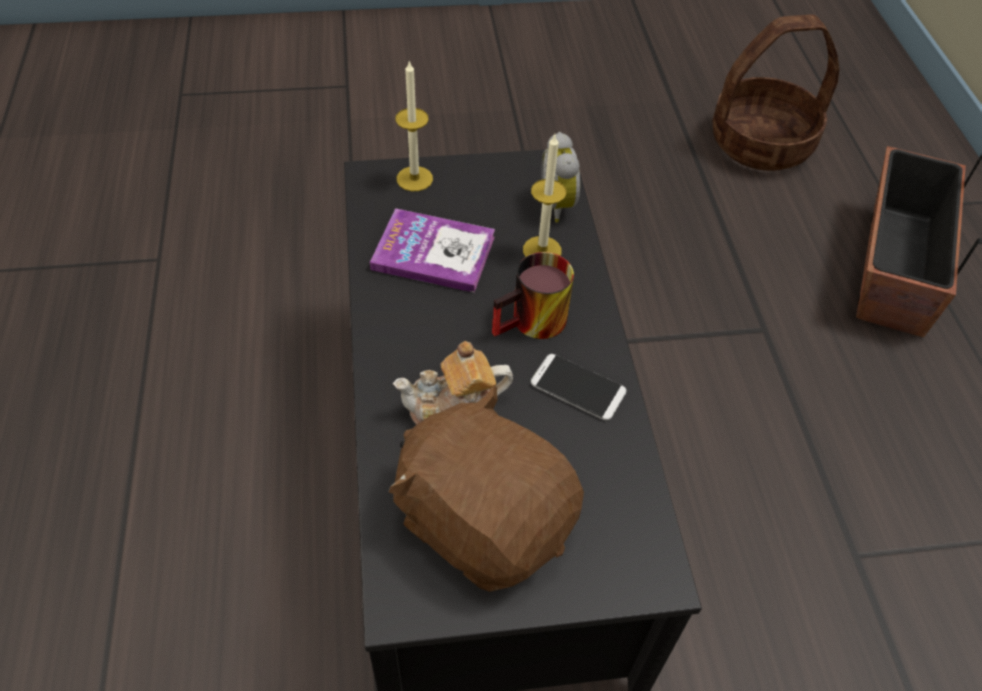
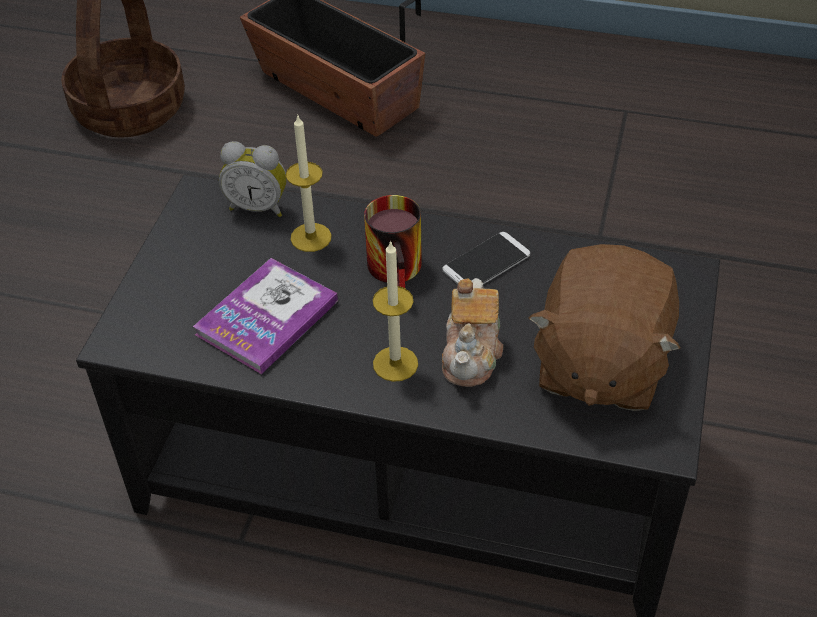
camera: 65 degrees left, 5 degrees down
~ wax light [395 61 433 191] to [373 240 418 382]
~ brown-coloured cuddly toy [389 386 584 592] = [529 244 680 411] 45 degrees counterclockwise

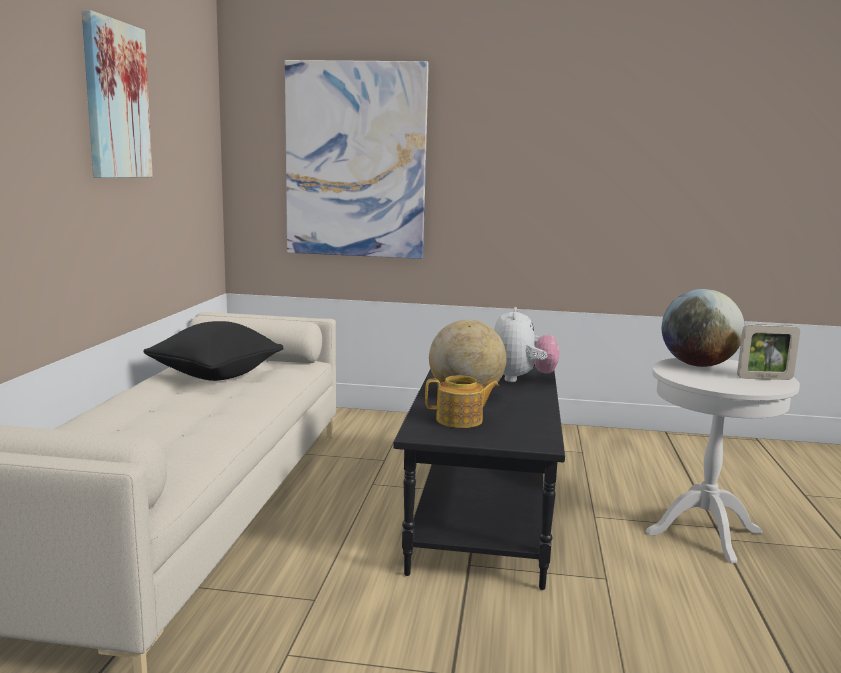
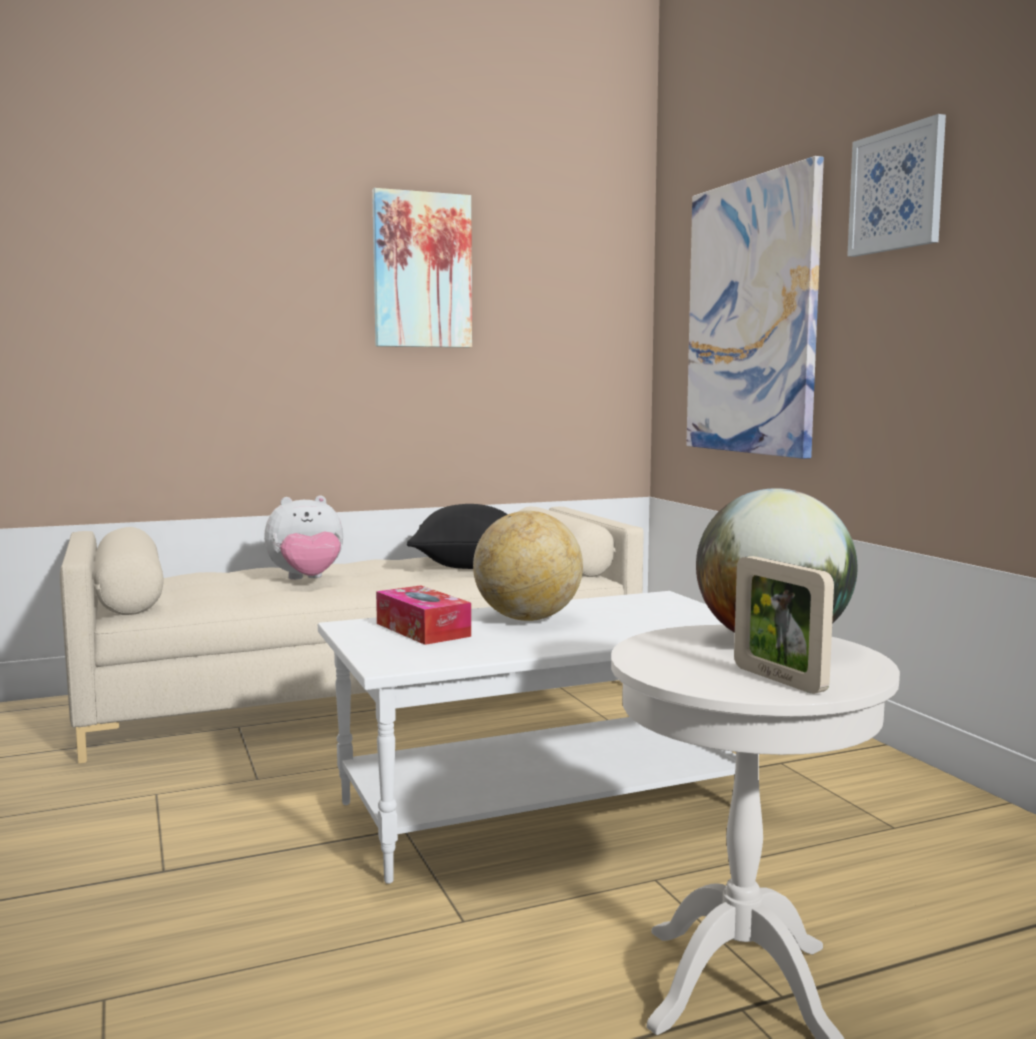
camera: 60 degrees right, 5 degrees down
+ wall art [847 114 946 257]
~ cuddly toy [494 307 560 382] to [264 495 343 580]
~ pot for tea [425 375 499 428] to tissue box [376 585 471 645]
~ black coffee table [393 365 565 590] to white coffee table [318 591 736 884]

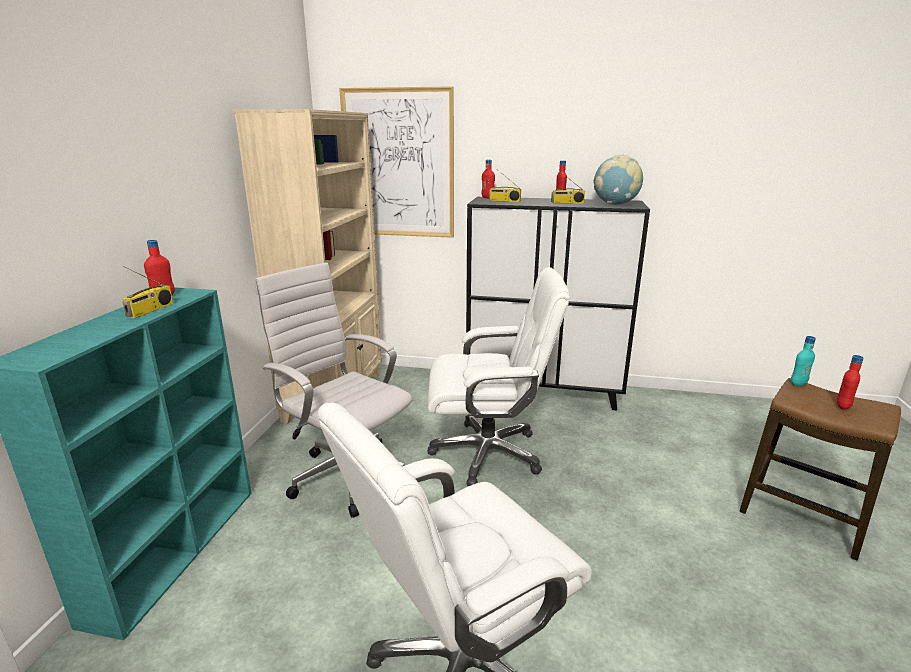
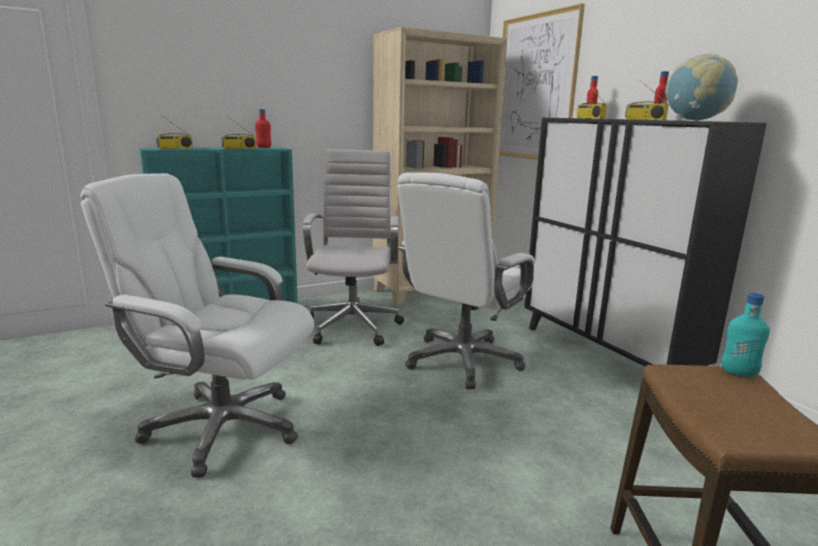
camera: 50 degrees right, 5 degrees down
- red-coloured bottle [837 355 864 410]
+ radio receiver [156 115 193 149]
~ white computer chair [428 267 570 486] = [398 172 535 389] 75 degrees clockwise

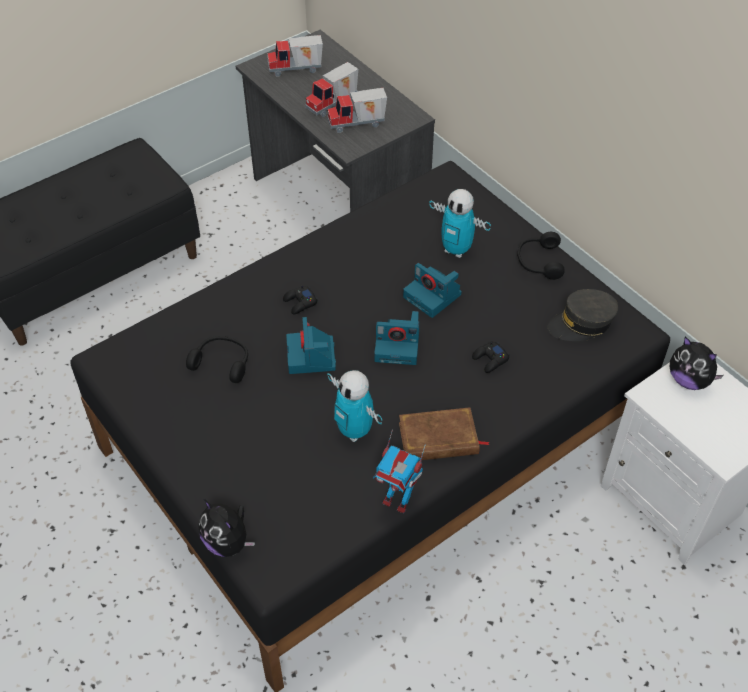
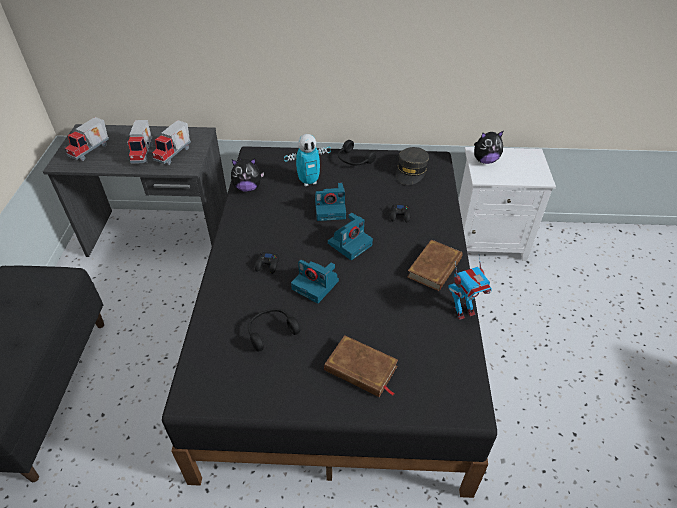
camera: 50 degrees left, 5 degrees down
- robot figure [327 370 382 442]
+ brown-coloured book [324 335 398 397]
~ cuddly toy [198 499 255 557] to [231 158 264 192]

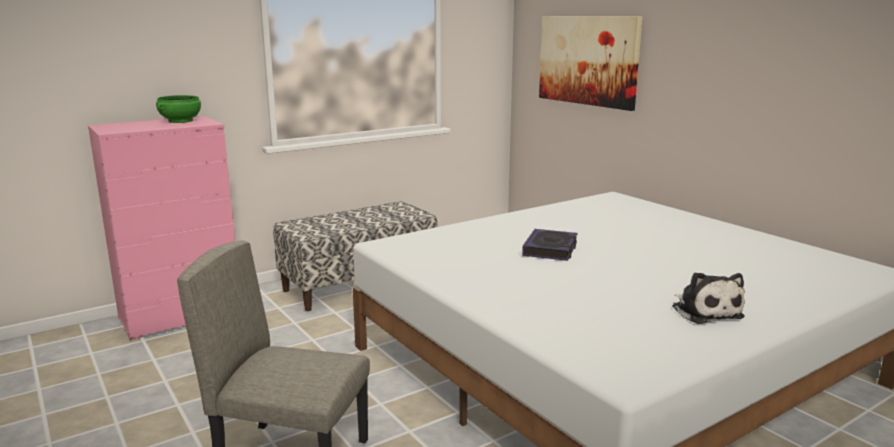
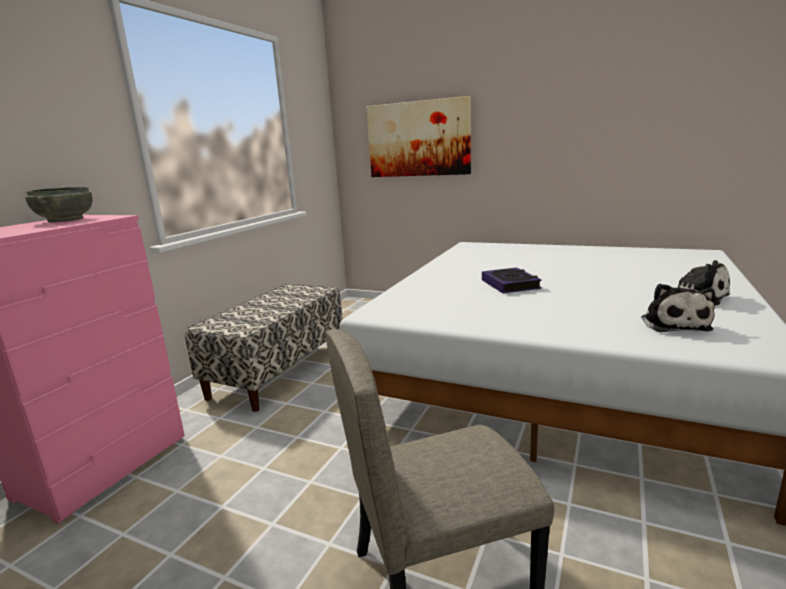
camera: 30 degrees left, 0 degrees up
+ cuddly toy [641 283 716 332]
~ green deep dish [156 95 201 123] to grey deep dish [25 187 93 223]

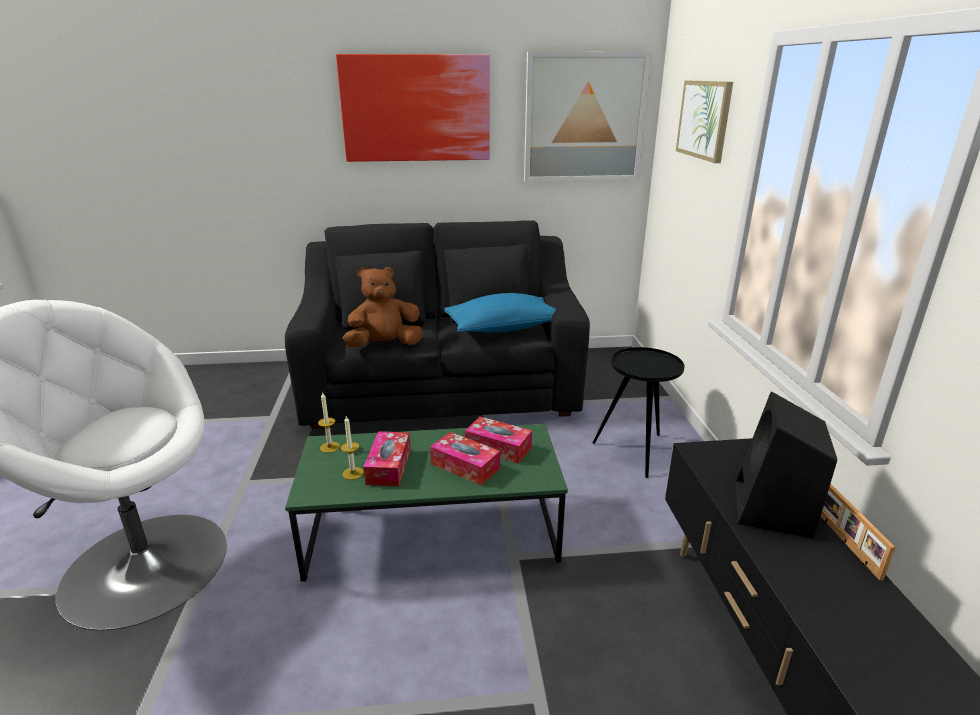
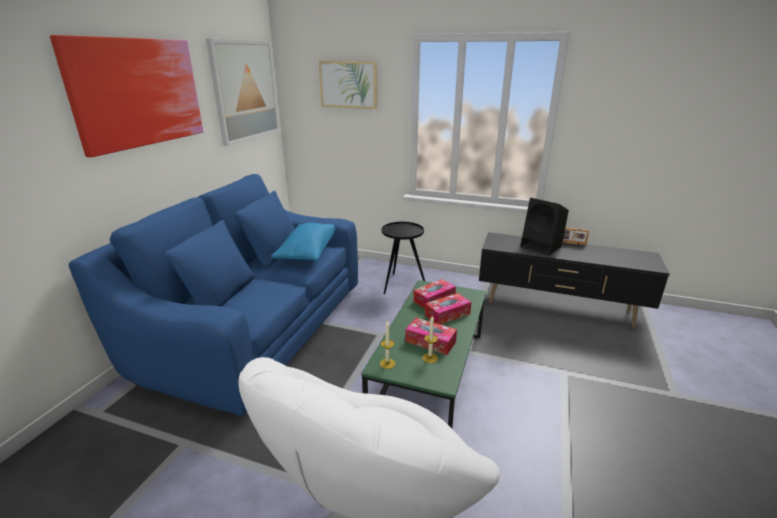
camera: 65 degrees left, 0 degrees up
- brown-coloured cuddly toy [343 267 423 347]
~ black couch [285 220 590 429] to blue couch [69 174 358 417]

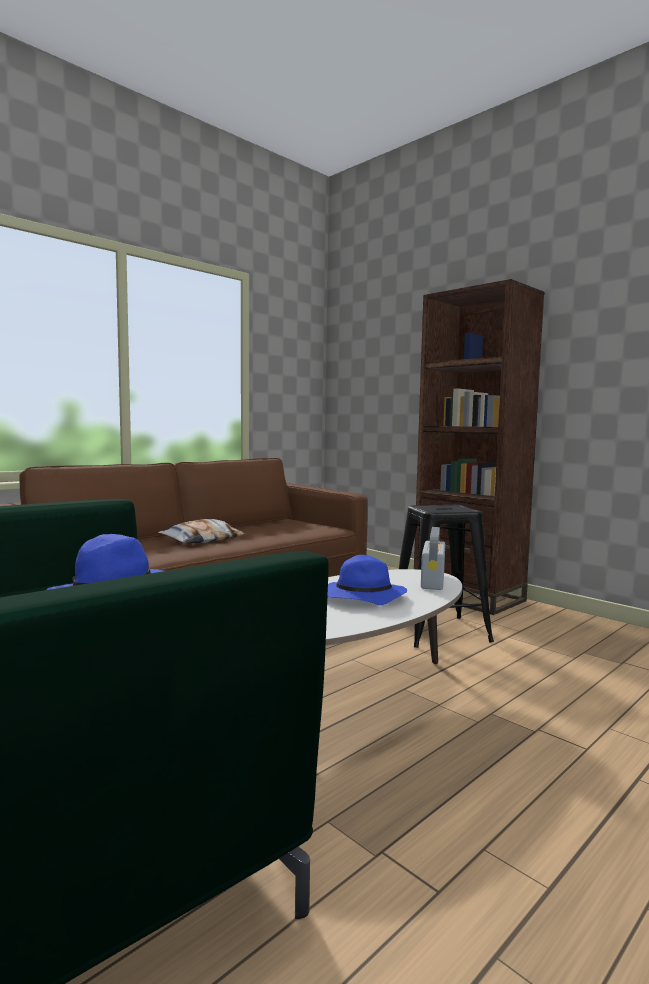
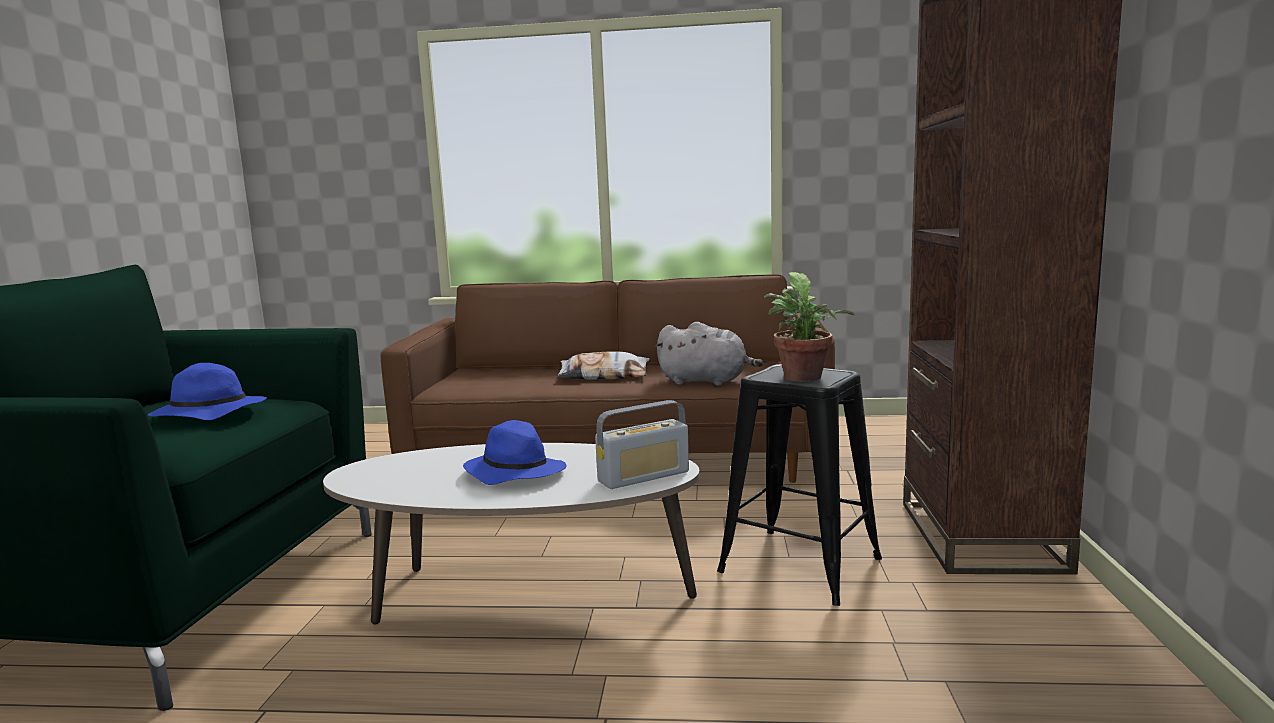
camera: 50 degrees right, 5 degrees up
+ grey cuddly toy [655 322 763 386]
+ houseplant [764 272 855 381]

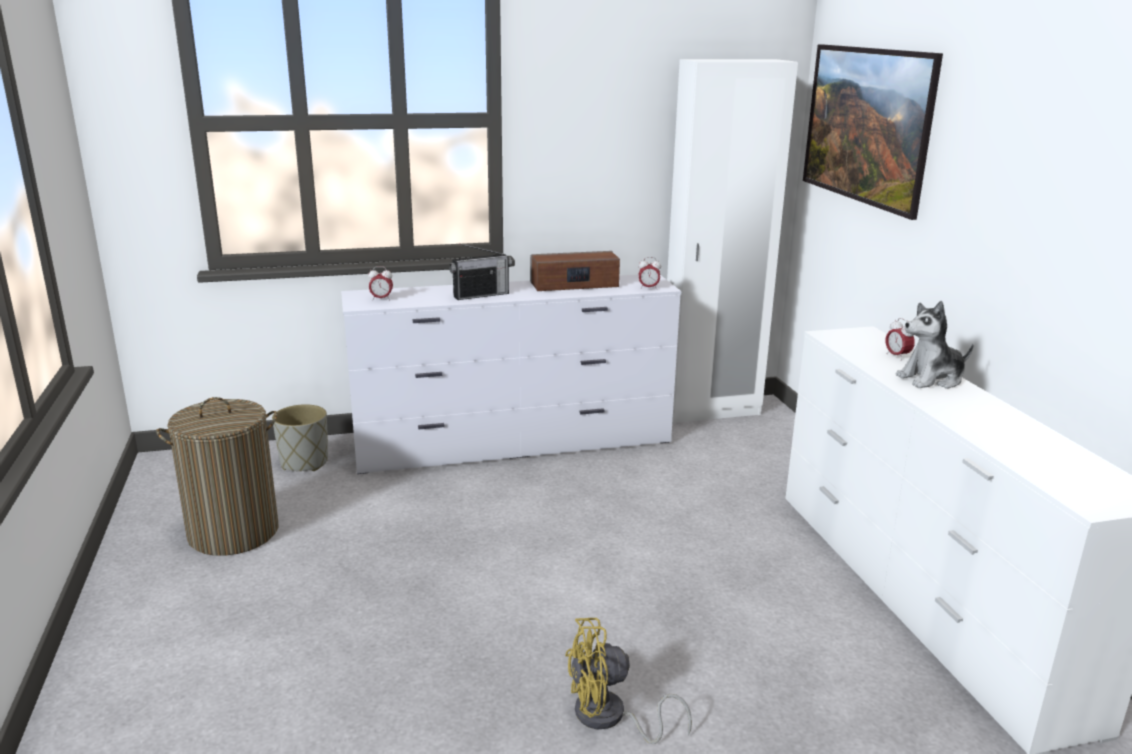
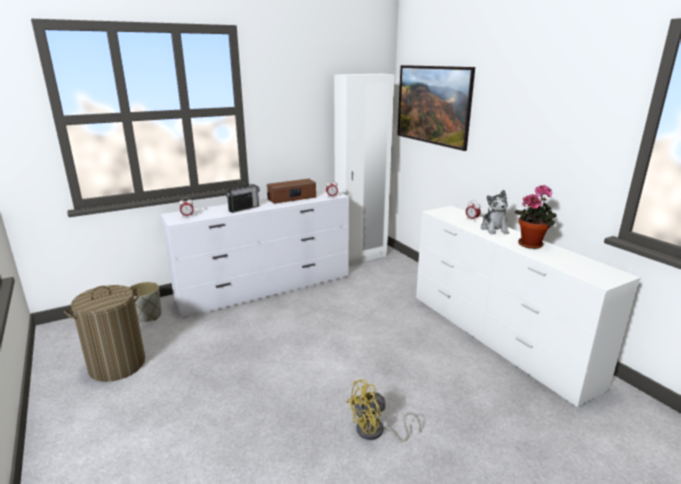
camera: 15 degrees left, 0 degrees up
+ houseplant [515 185 557 249]
~ cuddly toy [896 301 974 389] = [481 190 509 234] 60 degrees counterclockwise

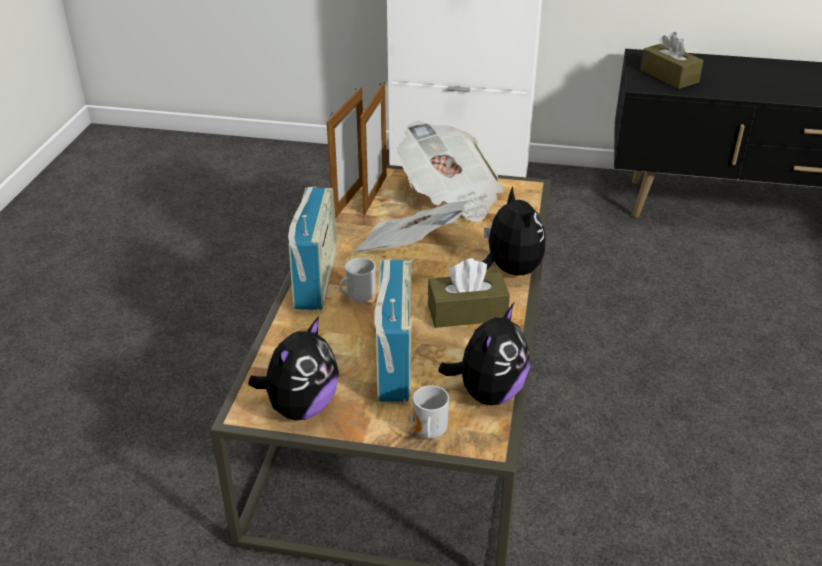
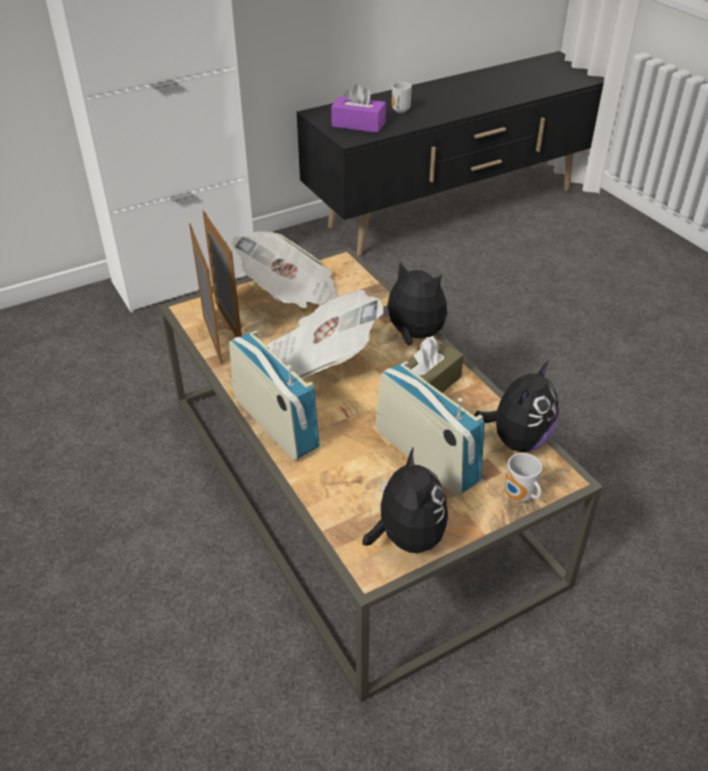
camera: 40 degrees left, 5 degrees up
~ mug [339 258 376 303] to [392 82 412 113]
~ brown-coloured tissue box [640 32 704 89] to purplish tissue box [331 84 386 133]
~ cuddly toy [438 303 530 405] = [474 361 559 452] 45 degrees clockwise

